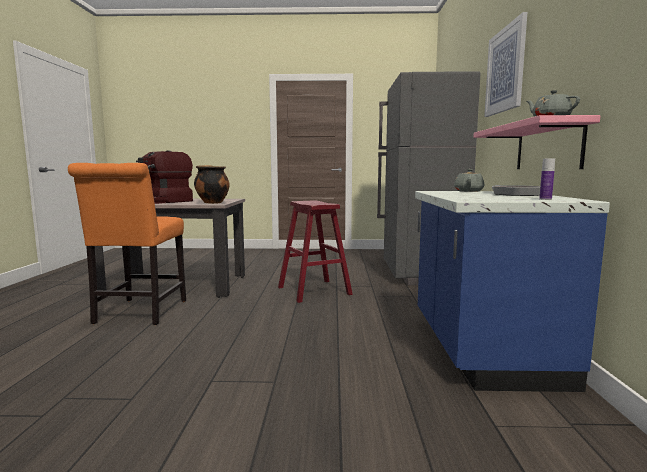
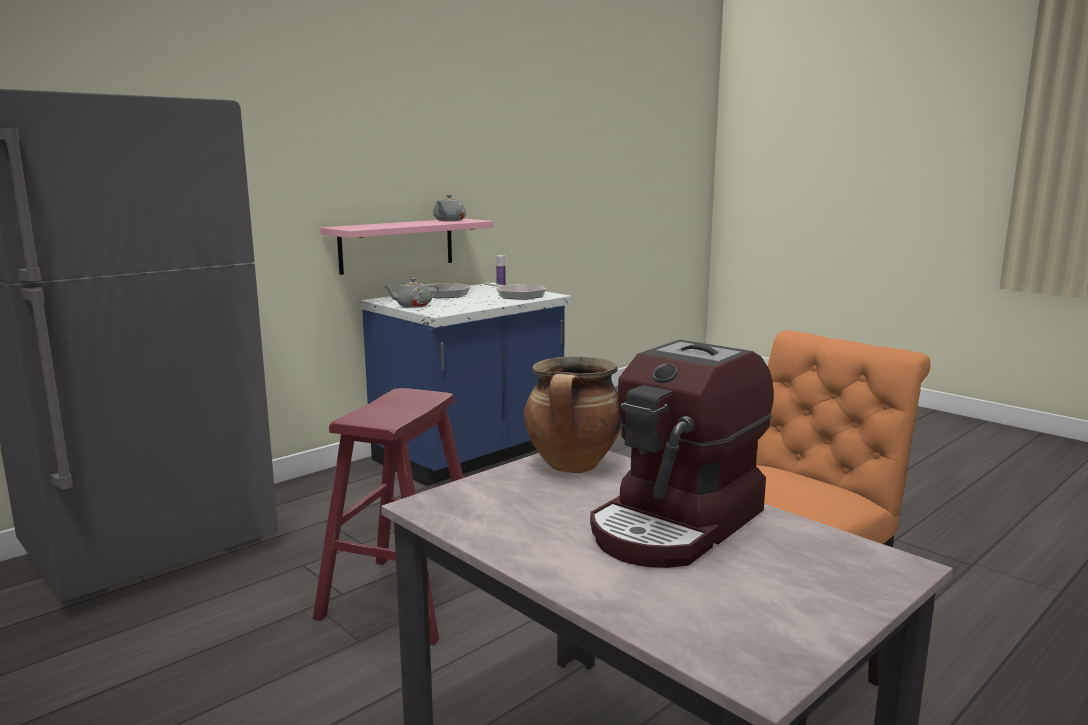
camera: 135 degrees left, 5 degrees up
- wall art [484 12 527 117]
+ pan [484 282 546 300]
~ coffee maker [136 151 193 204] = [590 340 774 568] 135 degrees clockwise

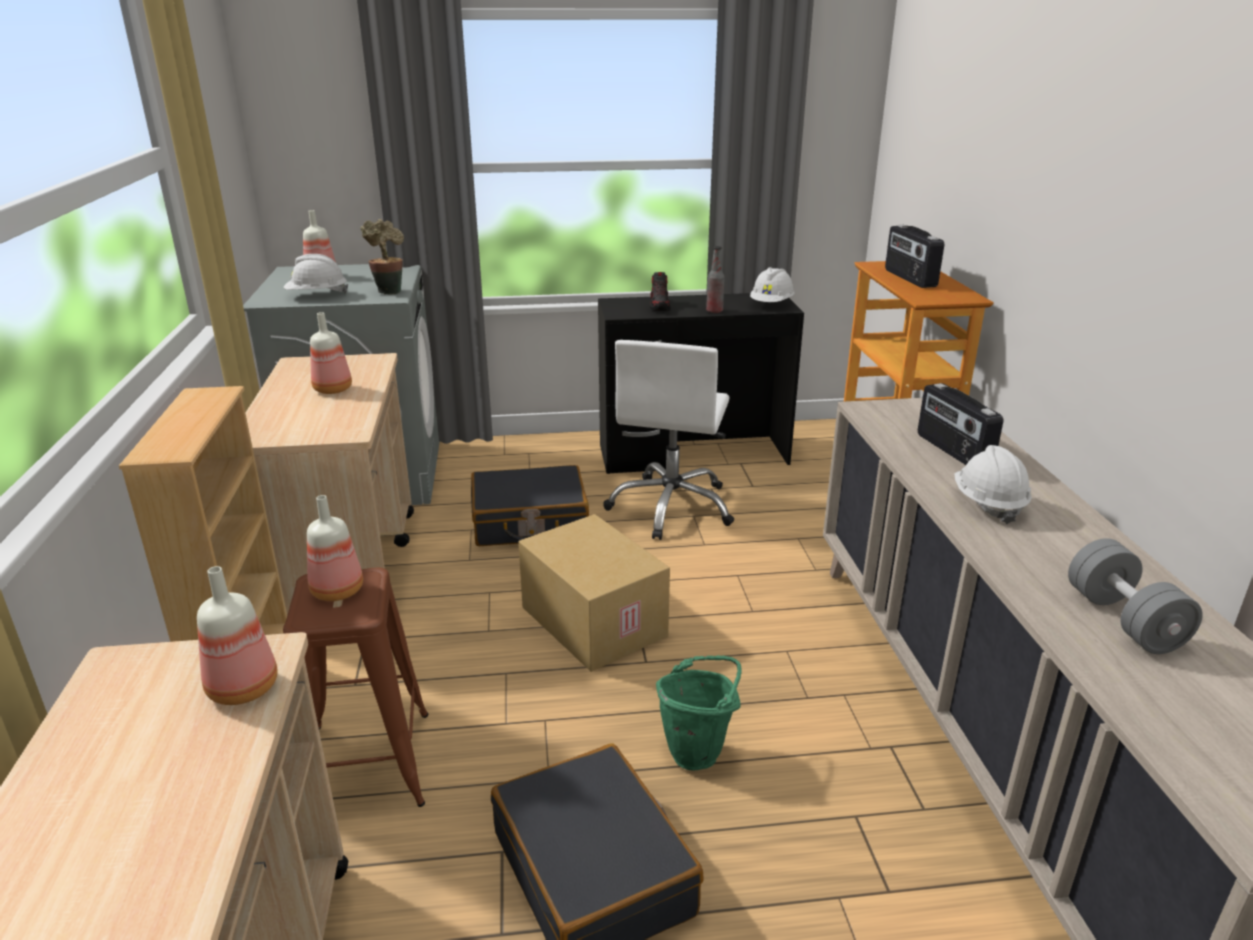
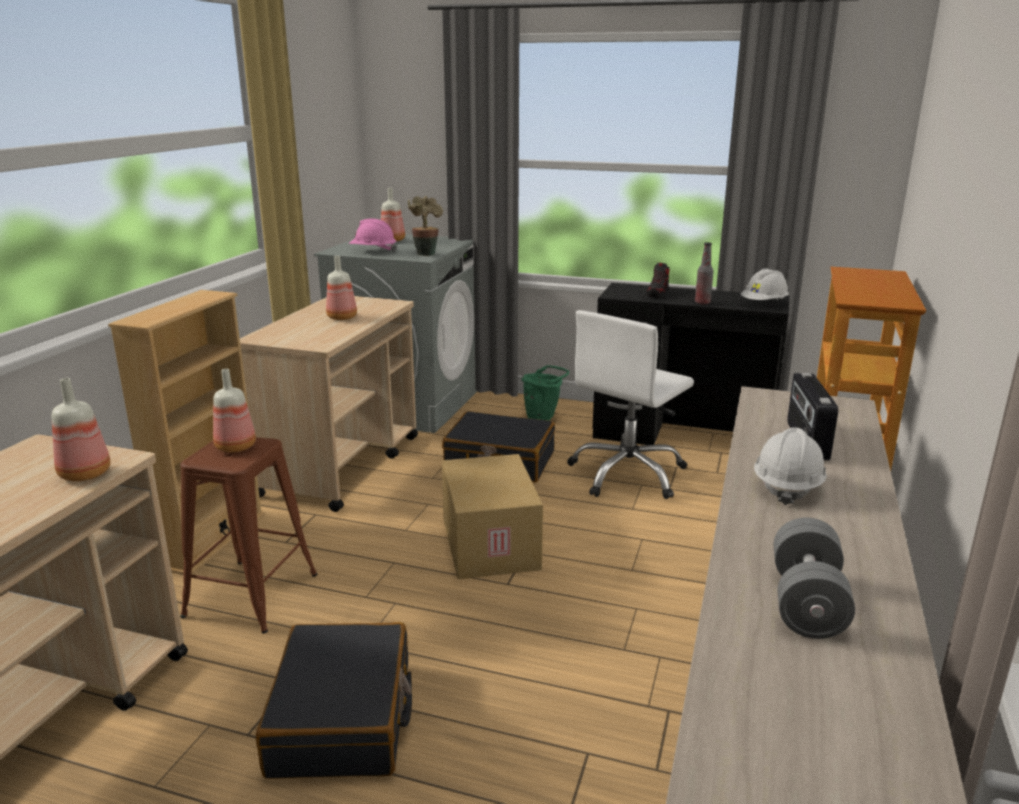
camera: 25 degrees right, 5 degrees down
- radio receiver [885 225 944 288]
~ green pail [656 656 742 771] to [522 365 569 421]
~ white safety helmet [284 254 348 294] to pink-coloured safety helmet [349 218 397 252]

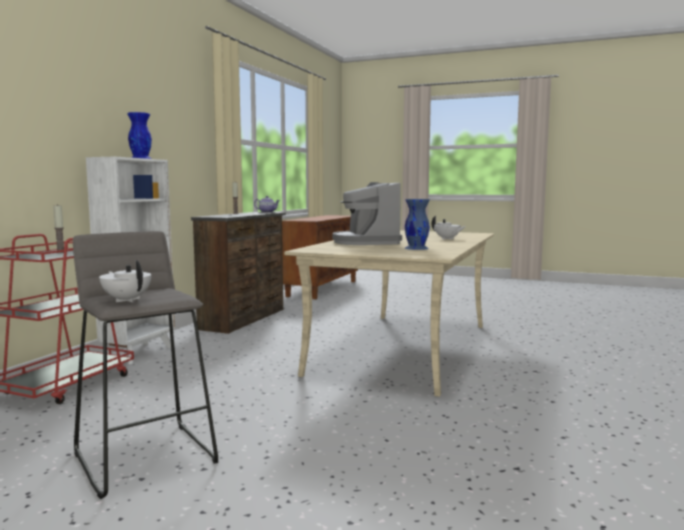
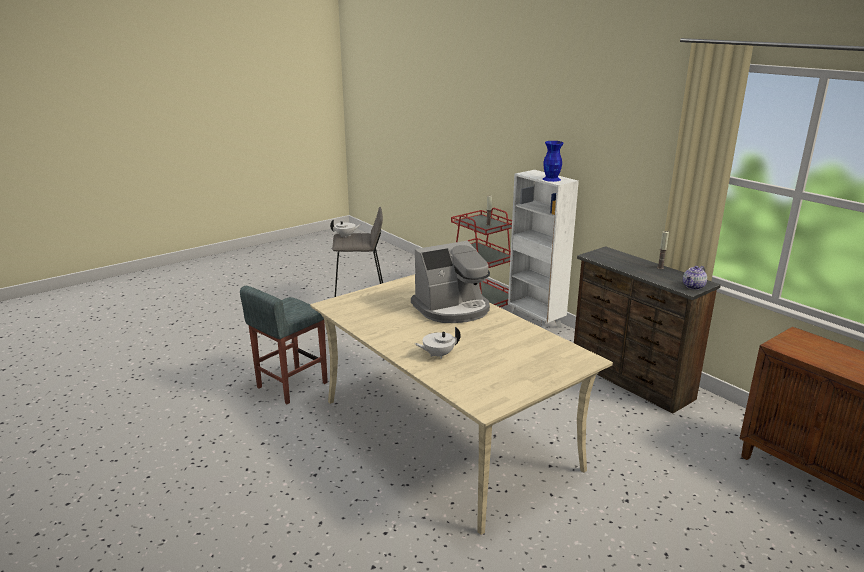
camera: 120 degrees right, 15 degrees up
- blue decorative vase [405 199 430 250]
+ grey stool seat [240 286 328 404]
~ coffee maker [332 182 402 245] = [411 241 490 323] 135 degrees clockwise

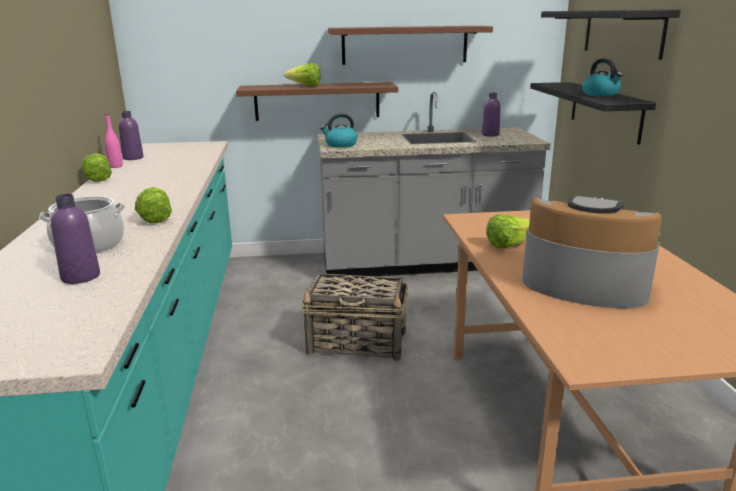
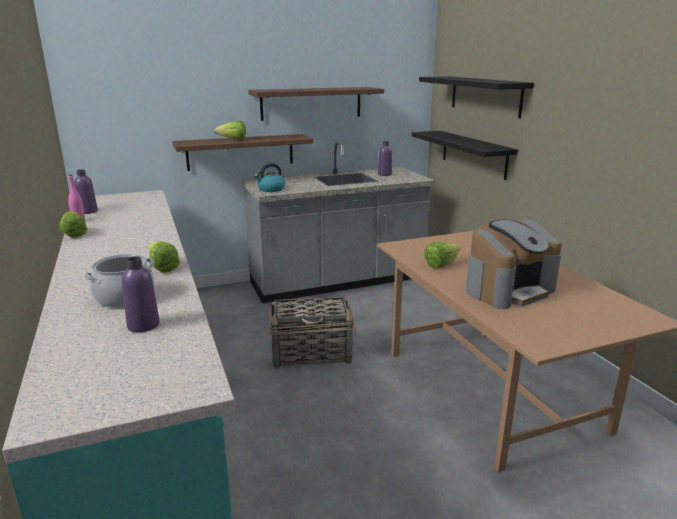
camera: 15 degrees left, 0 degrees up
- tea kettle [582 58 623 96]
~ coffee maker [522 196 662 308] = [466 219 562 309] 135 degrees clockwise

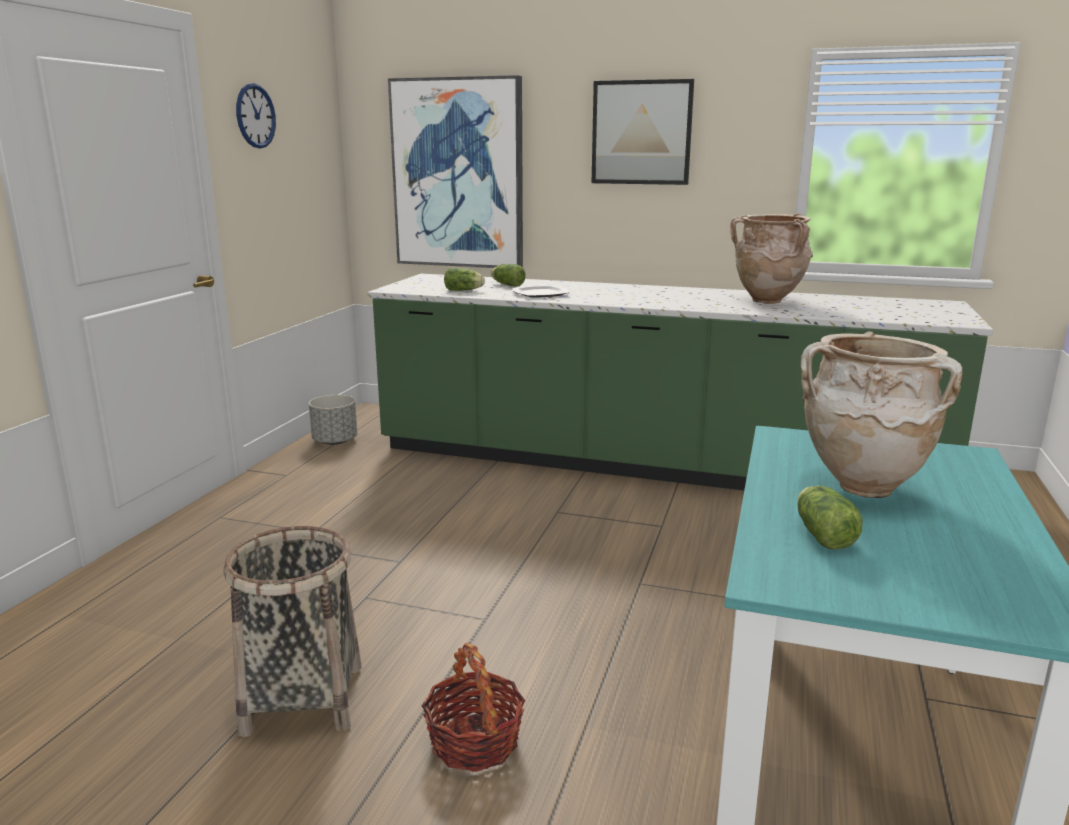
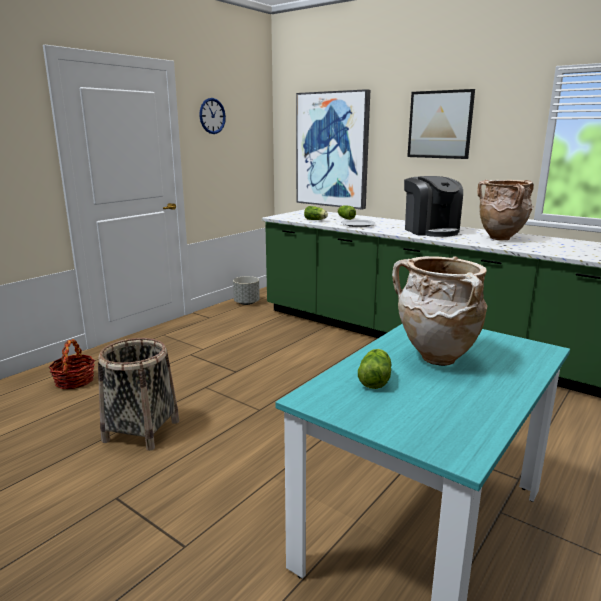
camera: 20 degrees right, 0 degrees up
+ coffee maker [404 176 463 237]
~ storage basket [422 643 525 772] to [49 339 95 389]

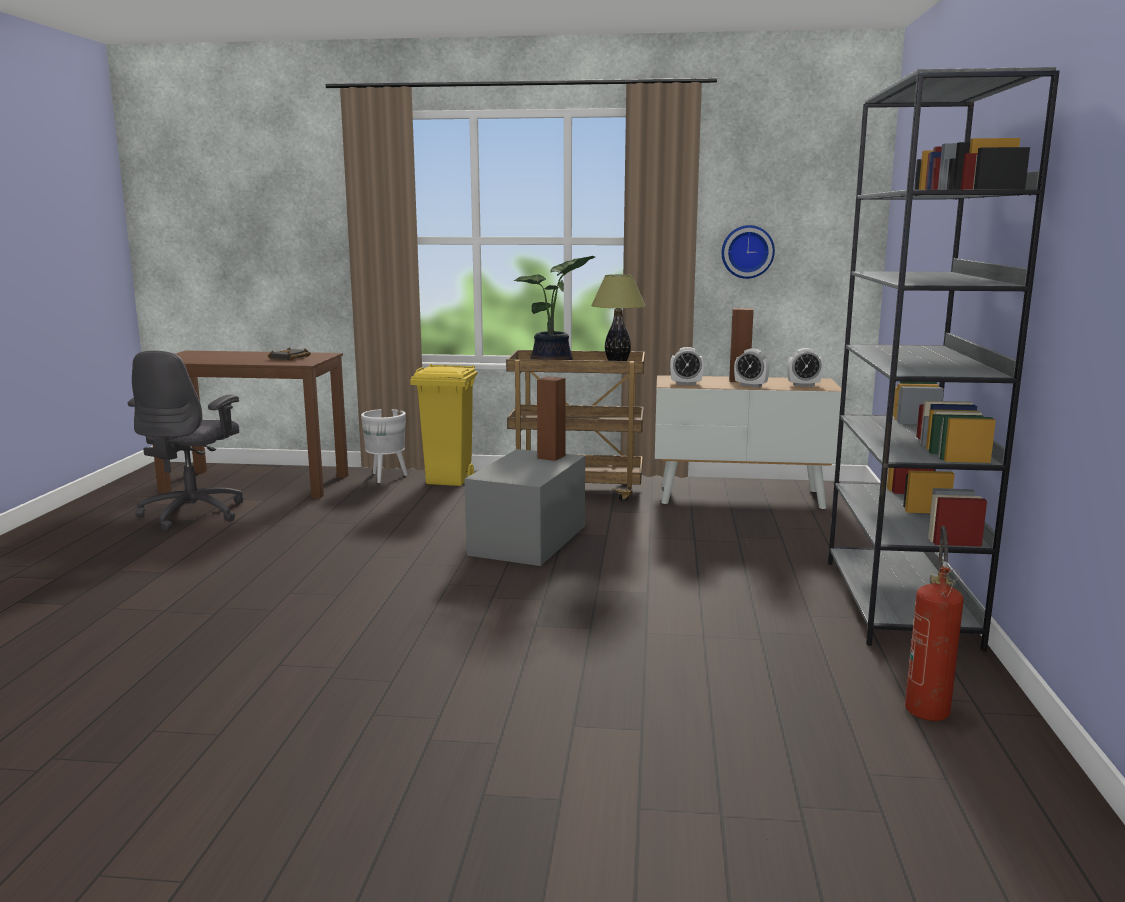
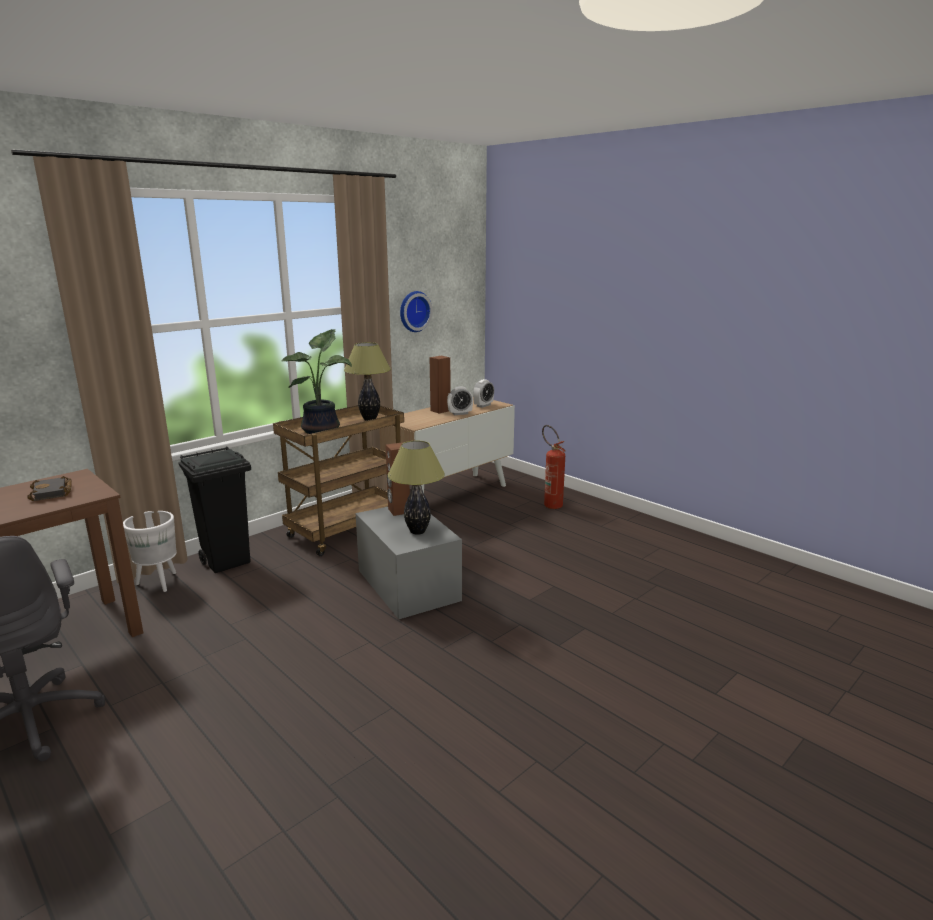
camera: 50 degrees left, 5 degrees up
- table clock [670 347 704 385]
- grey bookcase [828 67 1060 651]
+ table lamp [388 441 445 535]
~ fire-fighting cylinder [905 525 964 721] to [542 425 565 509]
~ yellowish trash can [410 364 478 486] to black trash can [179 447 251 573]

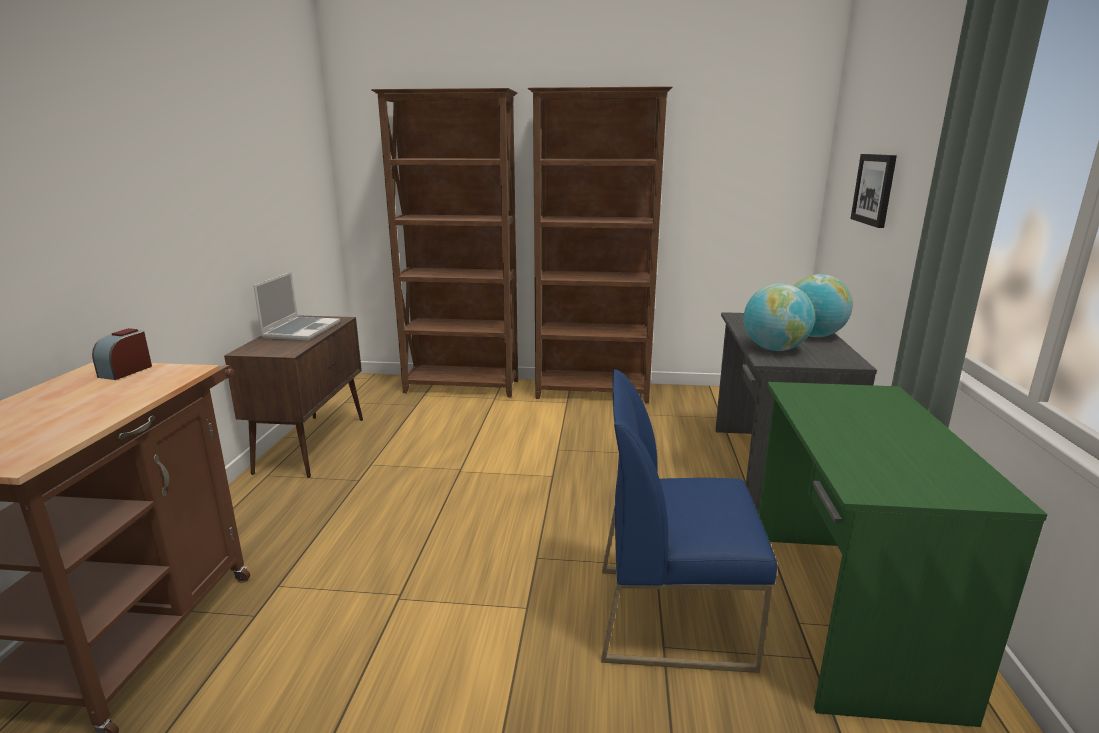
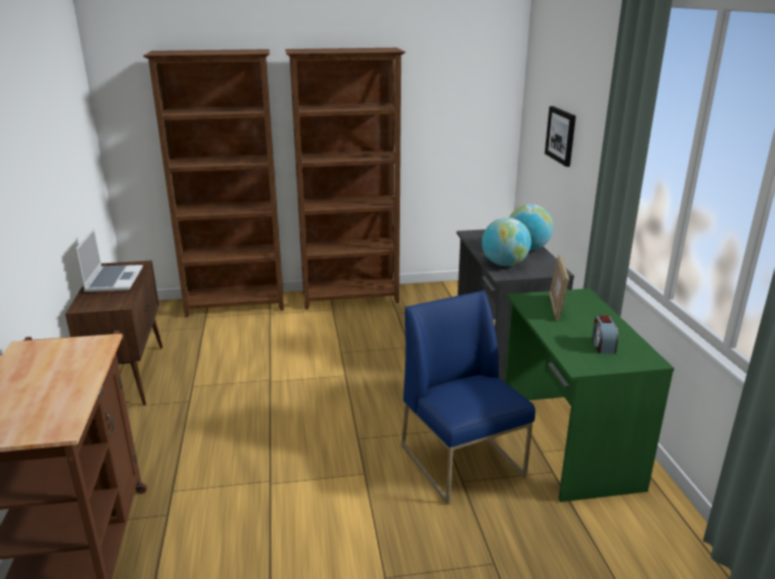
camera: 15 degrees left, 5 degrees up
+ photo frame [549 255 569 321]
~ table clock [92 328 152 380] to [592 316 618 354]
~ blue upright chair [601 369 777 673] = [401 291 535 505] 75 degrees clockwise

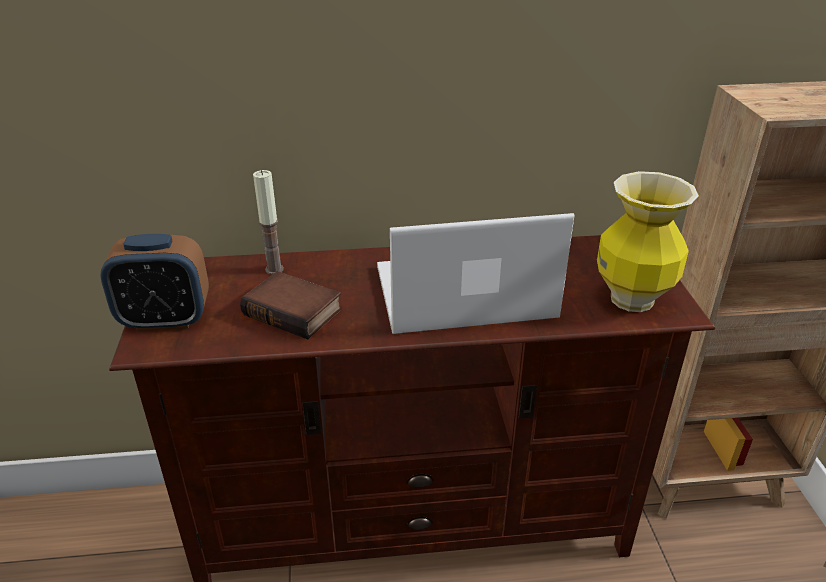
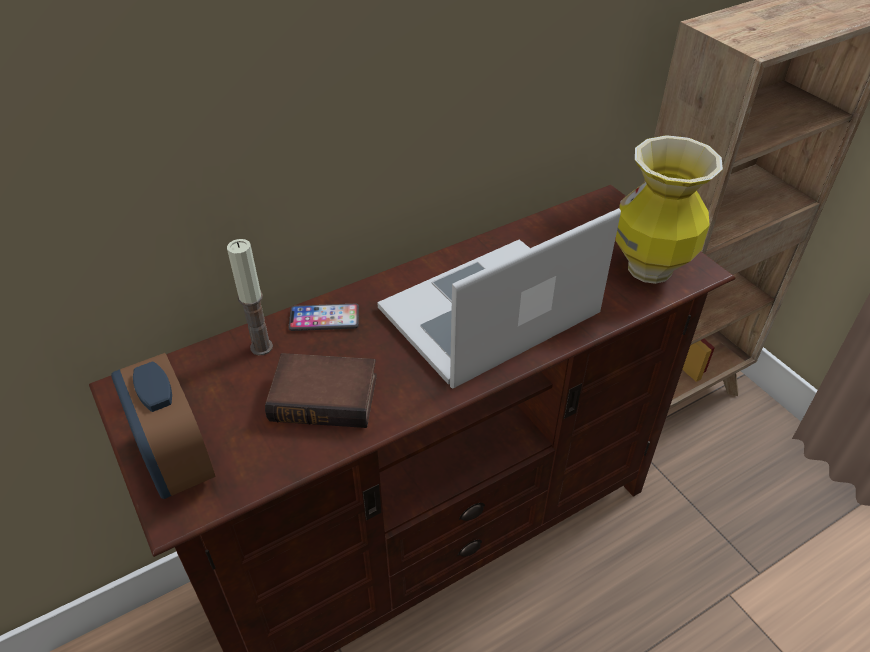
camera: 25 degrees left, 10 degrees up
+ handset [289 304 359 331]
~ table clock [100 234 209 331] = [111 353 216 499] 90 degrees clockwise

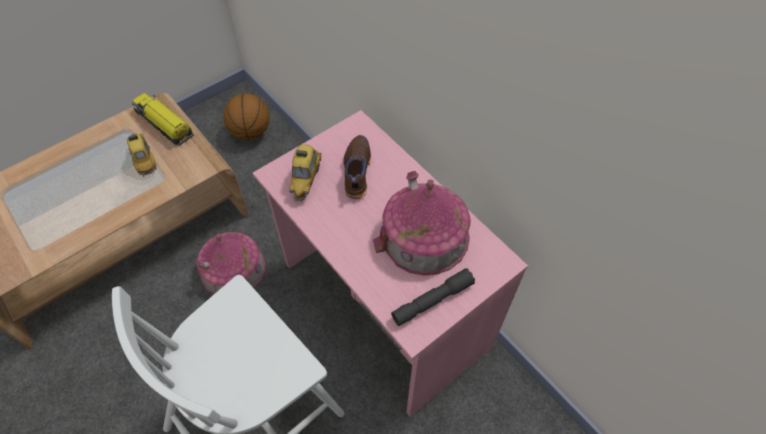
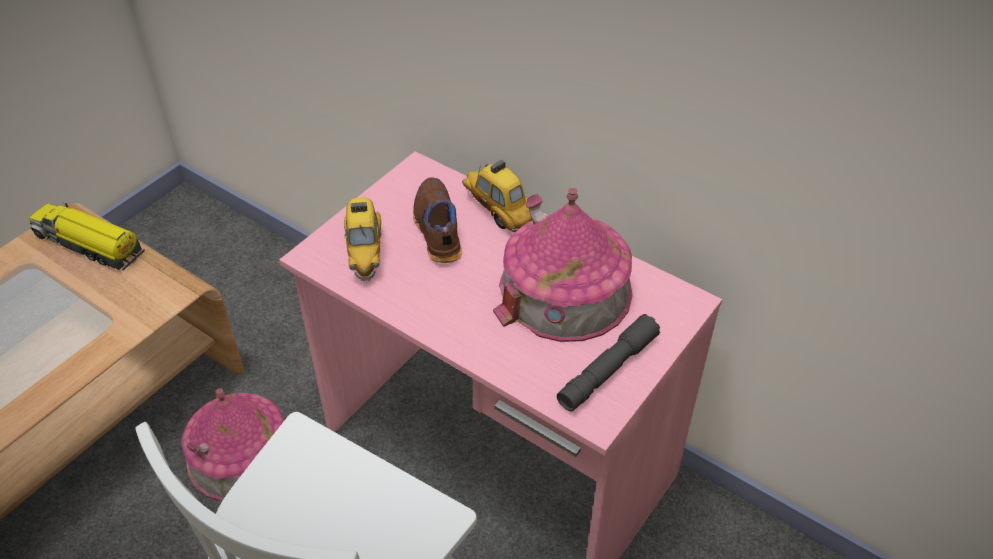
camera: 15 degrees left, 10 degrees down
- ball for basketball [223 94 270 140]
~ miniature car [127 133 157 177] to [462 160 532 232]

